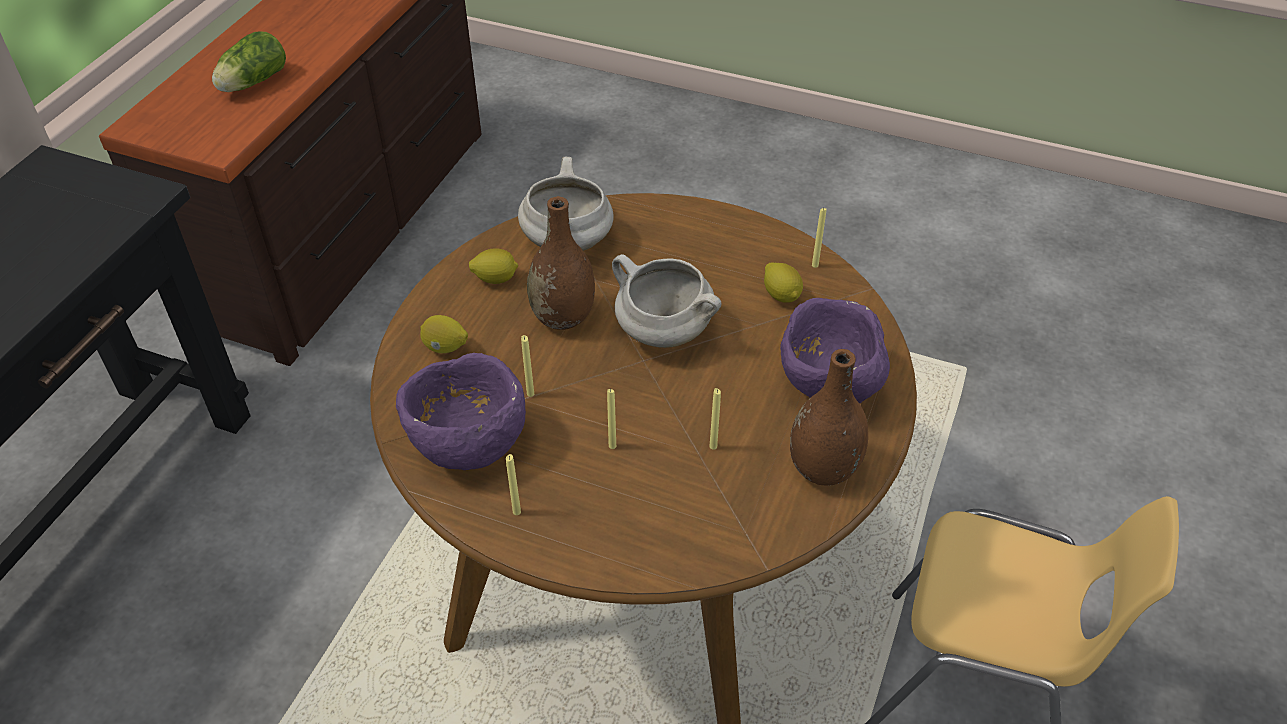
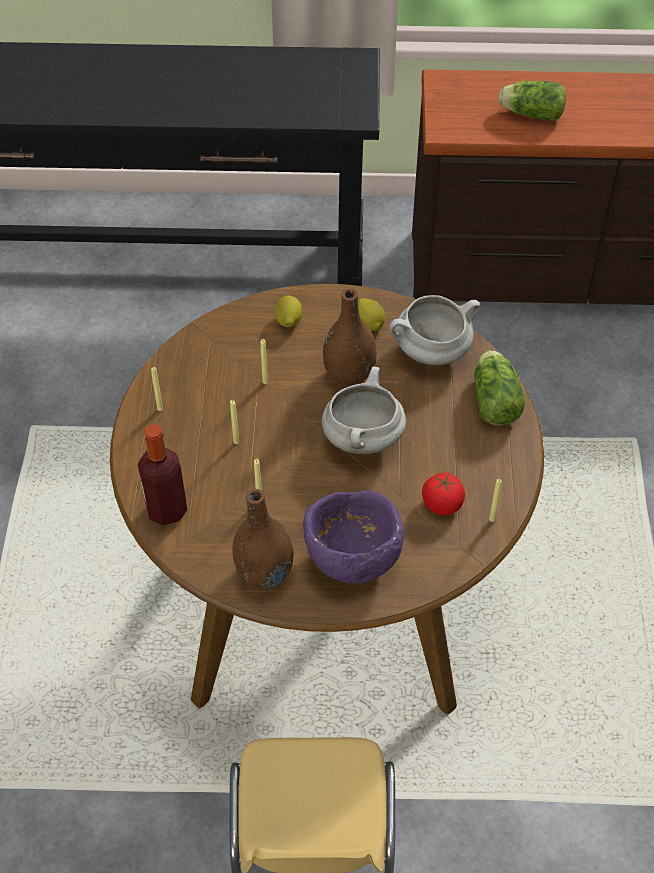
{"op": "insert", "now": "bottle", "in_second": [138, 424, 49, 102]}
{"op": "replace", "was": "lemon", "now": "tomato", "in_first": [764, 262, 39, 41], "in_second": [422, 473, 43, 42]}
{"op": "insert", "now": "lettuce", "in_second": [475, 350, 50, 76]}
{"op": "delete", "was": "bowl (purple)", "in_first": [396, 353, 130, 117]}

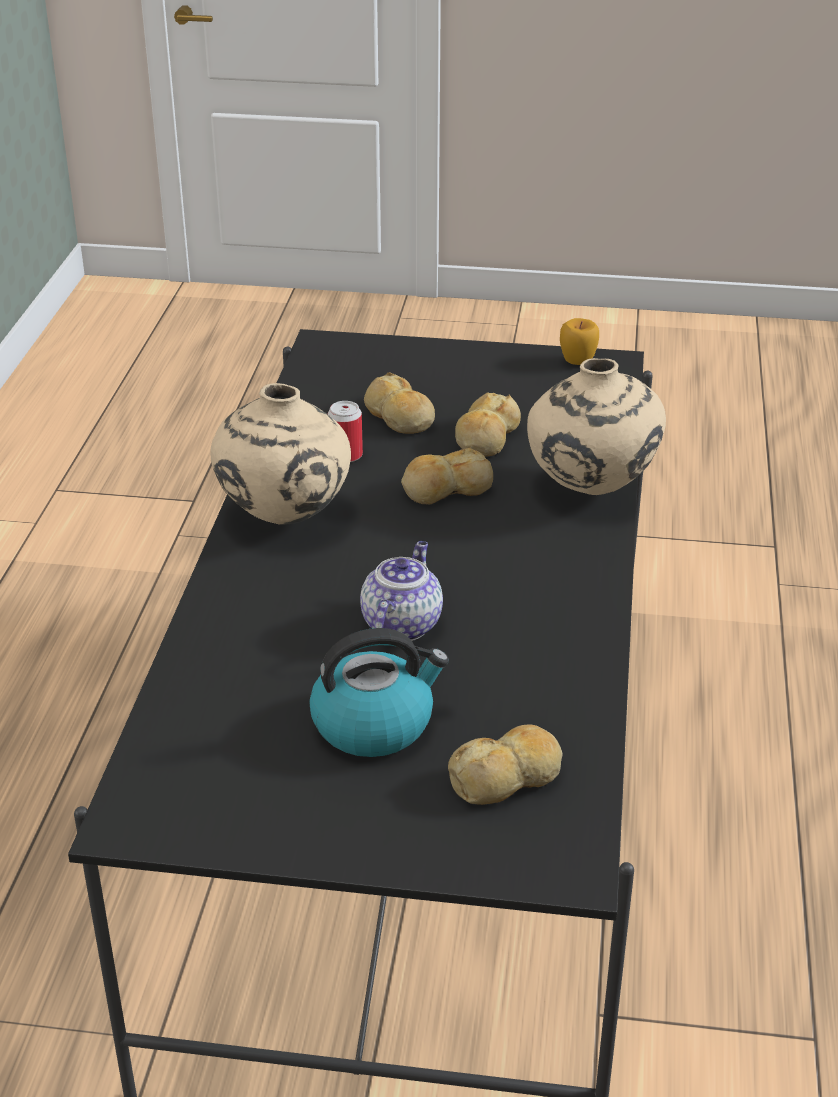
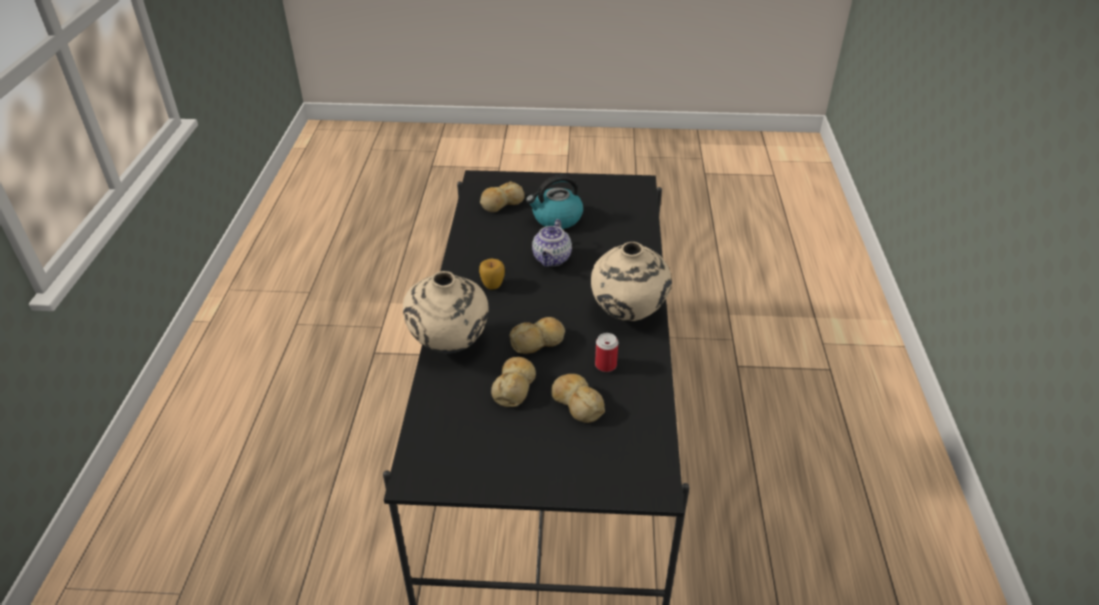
{"op": "move", "was": "apple", "in_first": [560, 318, 39, 47], "in_second": [479, 258, 26, 31]}

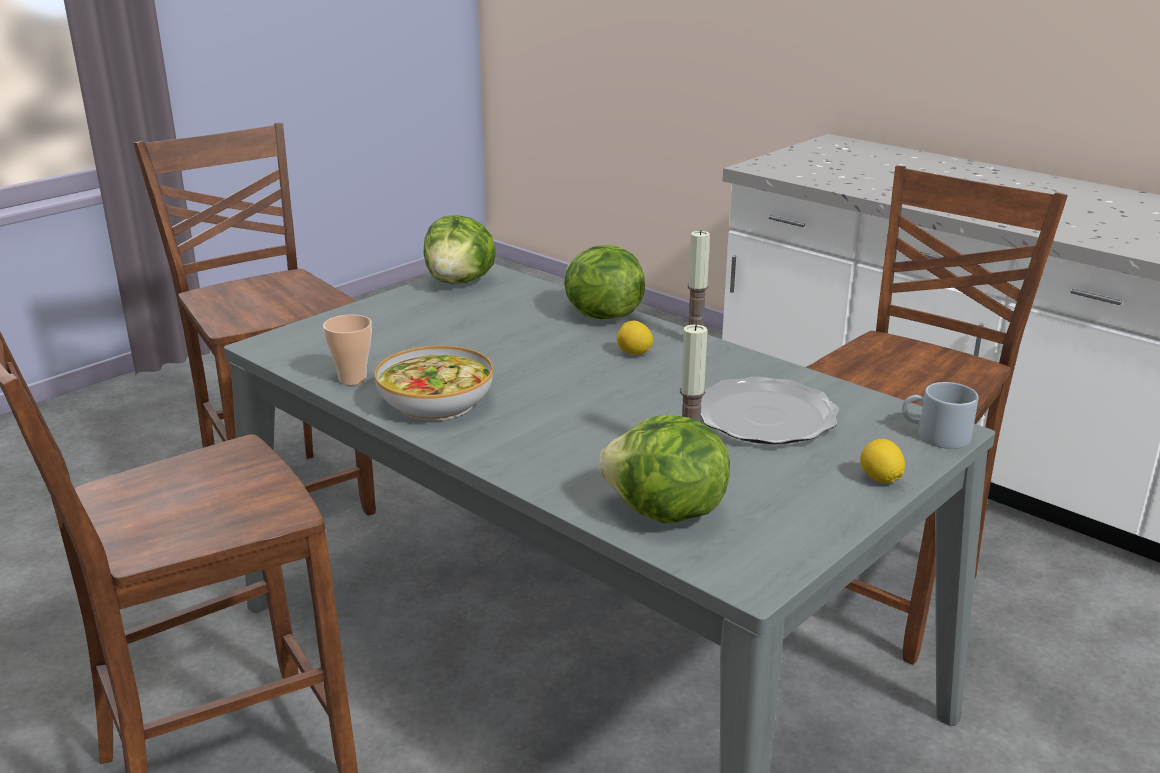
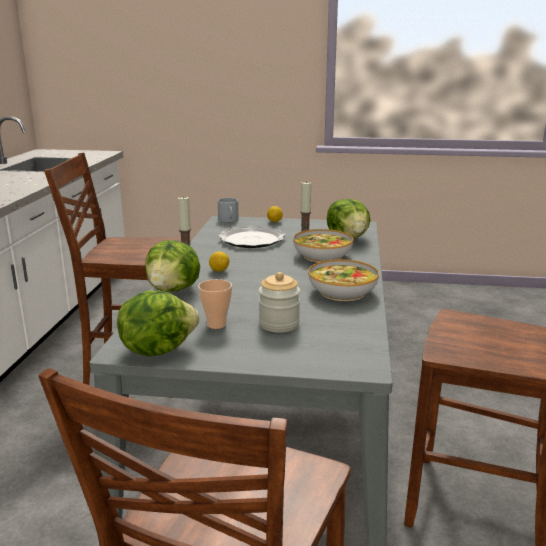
{"op": "move", "was": "cup", "in_first": [323, 315, 49, 70], "in_second": [198, 279, 34, 50]}
{"op": "insert", "now": "jar", "in_second": [259, 272, 41, 61]}
{"op": "insert", "now": "bowl", "in_second": [293, 229, 60, 33]}

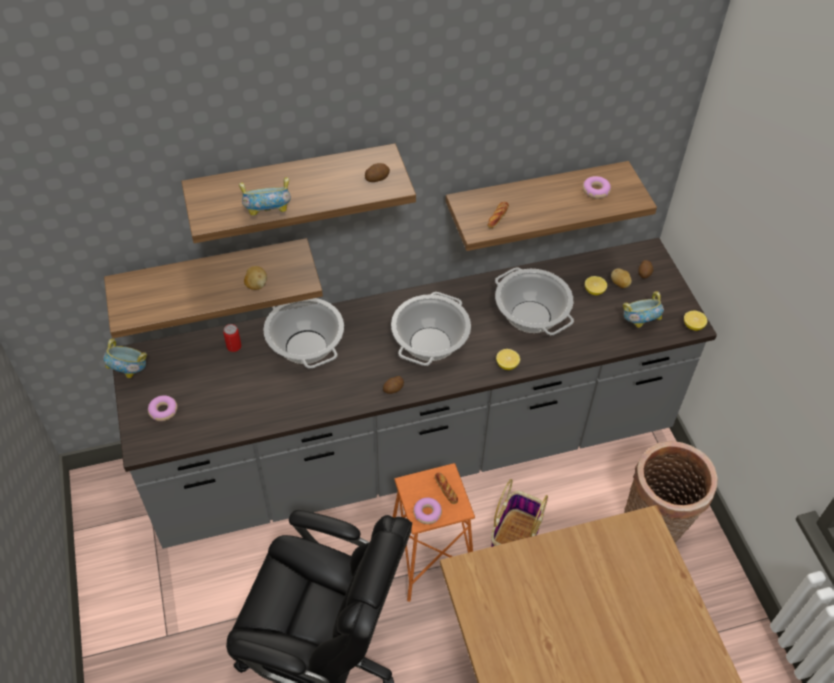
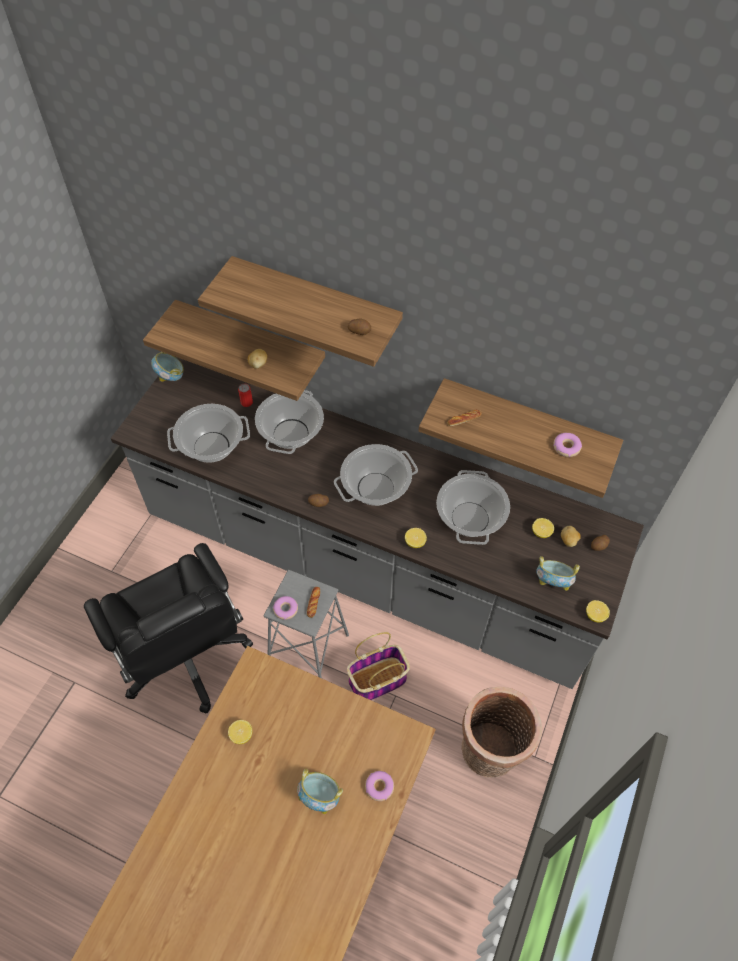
{"op": "insert", "now": "cooking pot", "in_second": [167, 404, 83, 59]}
{"op": "insert", "now": "lemon", "in_second": [228, 720, 24, 24]}
{"op": "recolor", "was": "stool (orange)", "now": "stool (grey)", "in_first": [393, 463, 82, 139], "in_second": [263, 570, 86, 108]}
{"op": "move", "was": "bowl", "in_first": [239, 177, 52, 39], "in_second": [297, 769, 46, 45]}
{"op": "move", "was": "donut", "in_first": [148, 395, 29, 26], "in_second": [365, 771, 29, 30]}

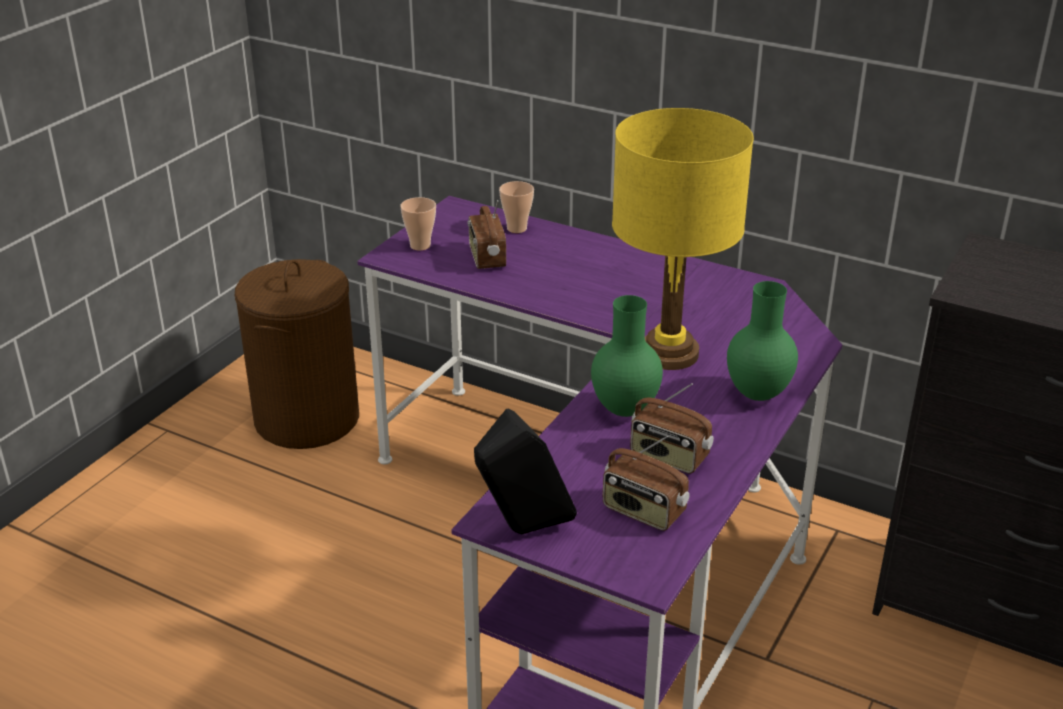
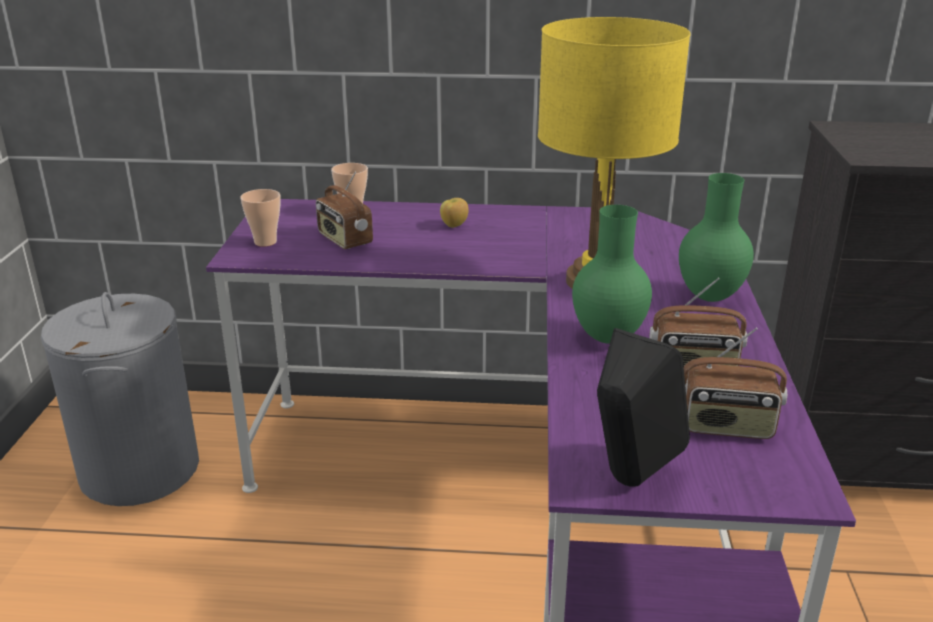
{"op": "recolor", "was": "laundry basket (brown)", "now": "laundry basket (grey)", "in_first": [235, 259, 124, 190], "in_second": [41, 292, 158, 214]}
{"op": "insert", "now": "apple", "in_second": [440, 198, 29, 30]}

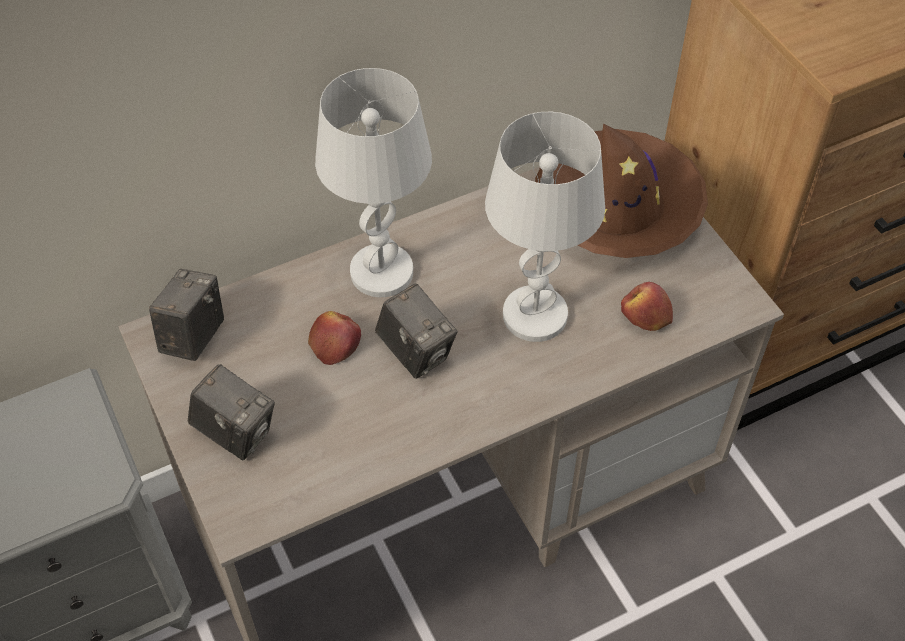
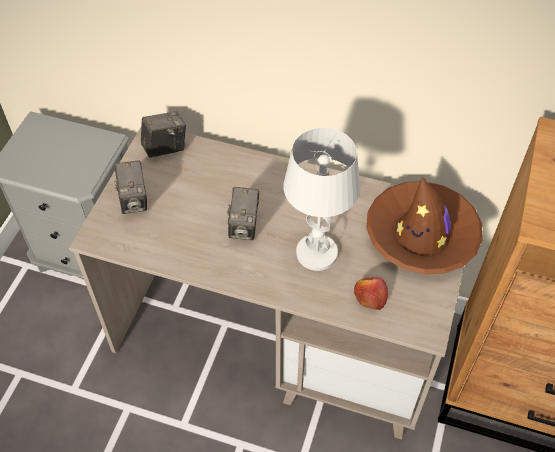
{"op": "delete", "was": "apple", "in_first": [308, 311, 53, 54]}
{"op": "delete", "was": "table lamp (white)", "in_first": [315, 68, 117, 229]}

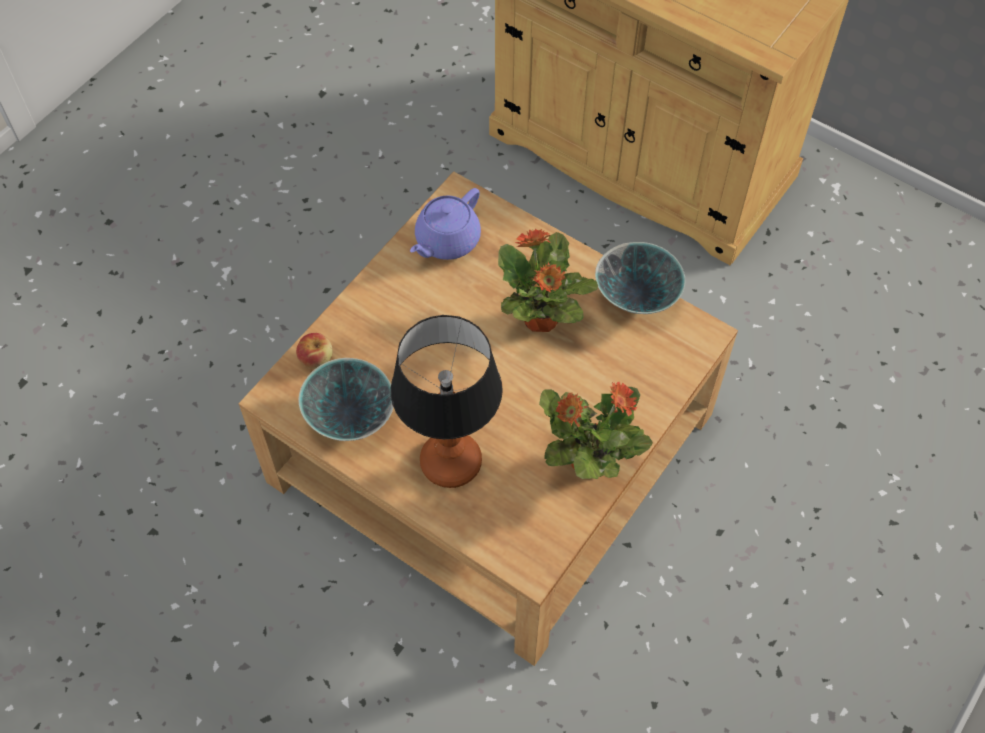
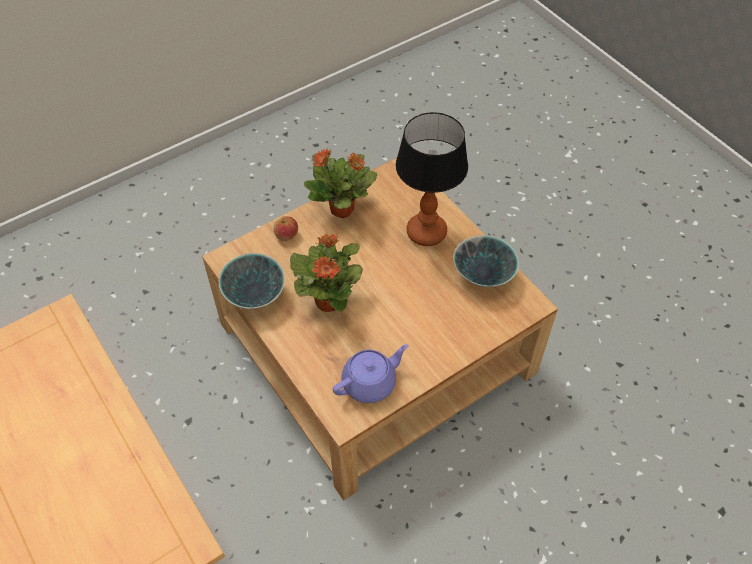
{"op": "move", "was": "apple", "in_first": [296, 333, 37, 36], "in_second": [273, 216, 25, 25]}

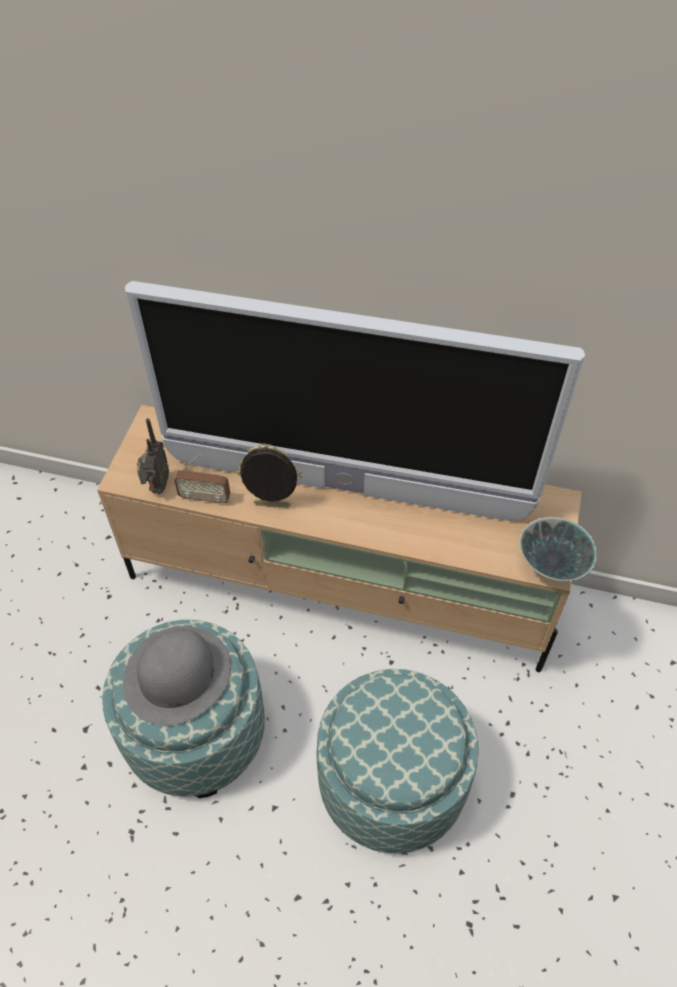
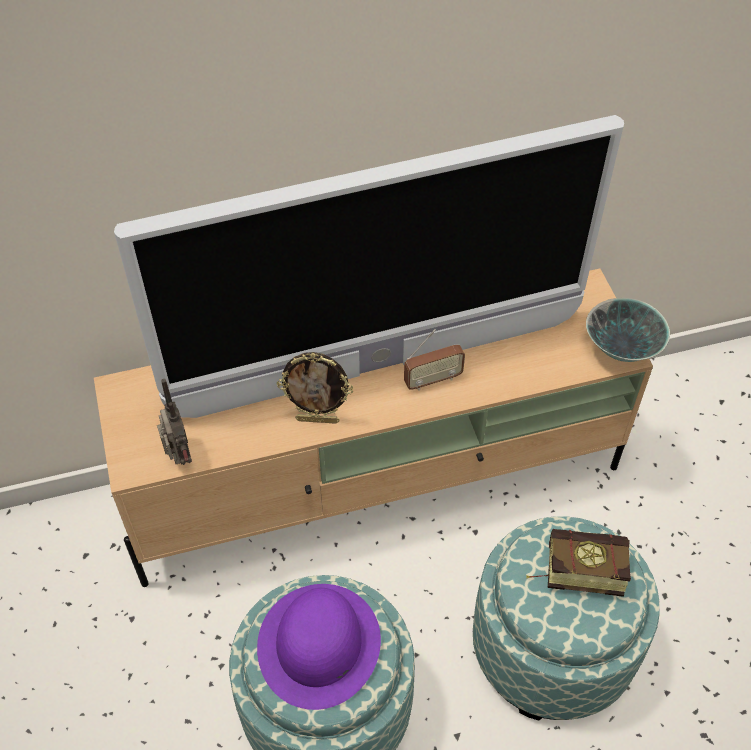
{"op": "recolor", "was": "hat (grey)", "now": "hat (purple)", "in_first": [123, 626, 108, 100], "in_second": [257, 584, 124, 126]}
{"op": "rotate", "was": "picture frame", "in_first": [237, 443, 65, 64], "in_second": [277, 352, 77, 72], "clockwise": -150}
{"op": "move", "was": "radio", "in_first": [174, 454, 56, 51], "in_second": [404, 329, 61, 62]}
{"op": "insert", "now": "book", "in_second": [526, 529, 105, 68]}

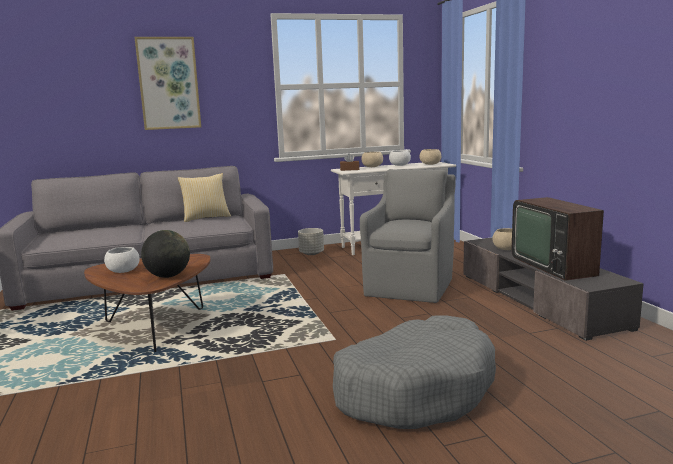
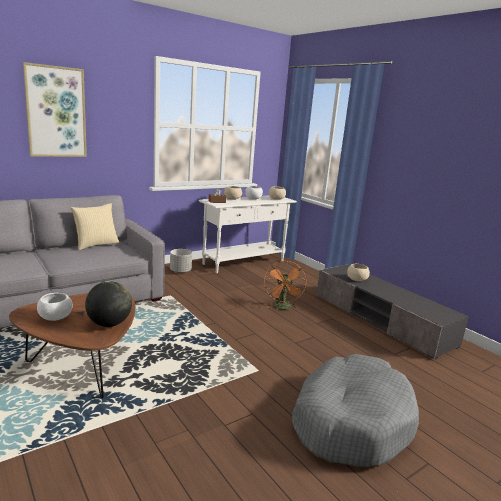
{"op": "replace", "was": "armchair (grey)", "now": "fan (orange)", "in_first": [360, 169, 95, 134], "in_second": [264, 261, 42, 49]}
{"op": "delete", "was": "television", "in_first": [511, 197, 93, 84]}

